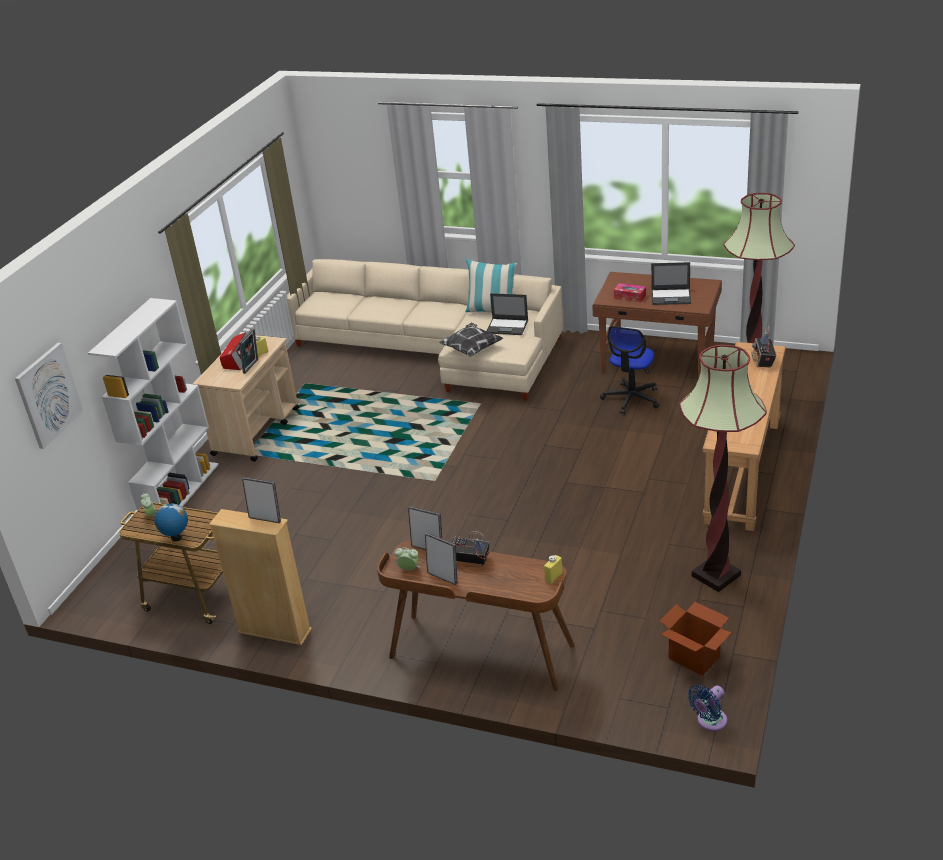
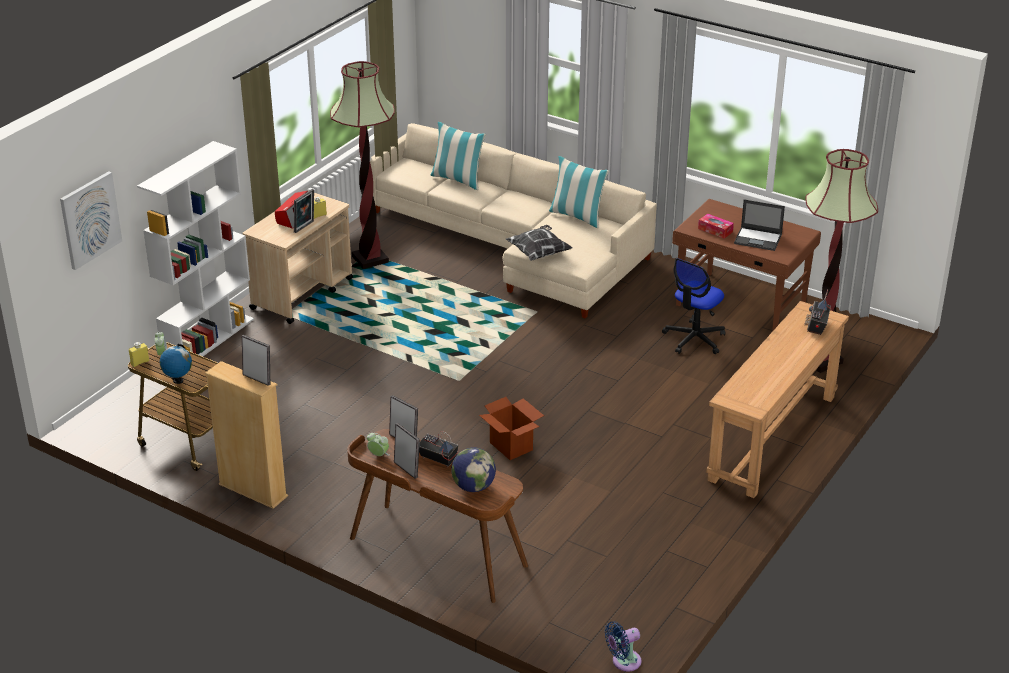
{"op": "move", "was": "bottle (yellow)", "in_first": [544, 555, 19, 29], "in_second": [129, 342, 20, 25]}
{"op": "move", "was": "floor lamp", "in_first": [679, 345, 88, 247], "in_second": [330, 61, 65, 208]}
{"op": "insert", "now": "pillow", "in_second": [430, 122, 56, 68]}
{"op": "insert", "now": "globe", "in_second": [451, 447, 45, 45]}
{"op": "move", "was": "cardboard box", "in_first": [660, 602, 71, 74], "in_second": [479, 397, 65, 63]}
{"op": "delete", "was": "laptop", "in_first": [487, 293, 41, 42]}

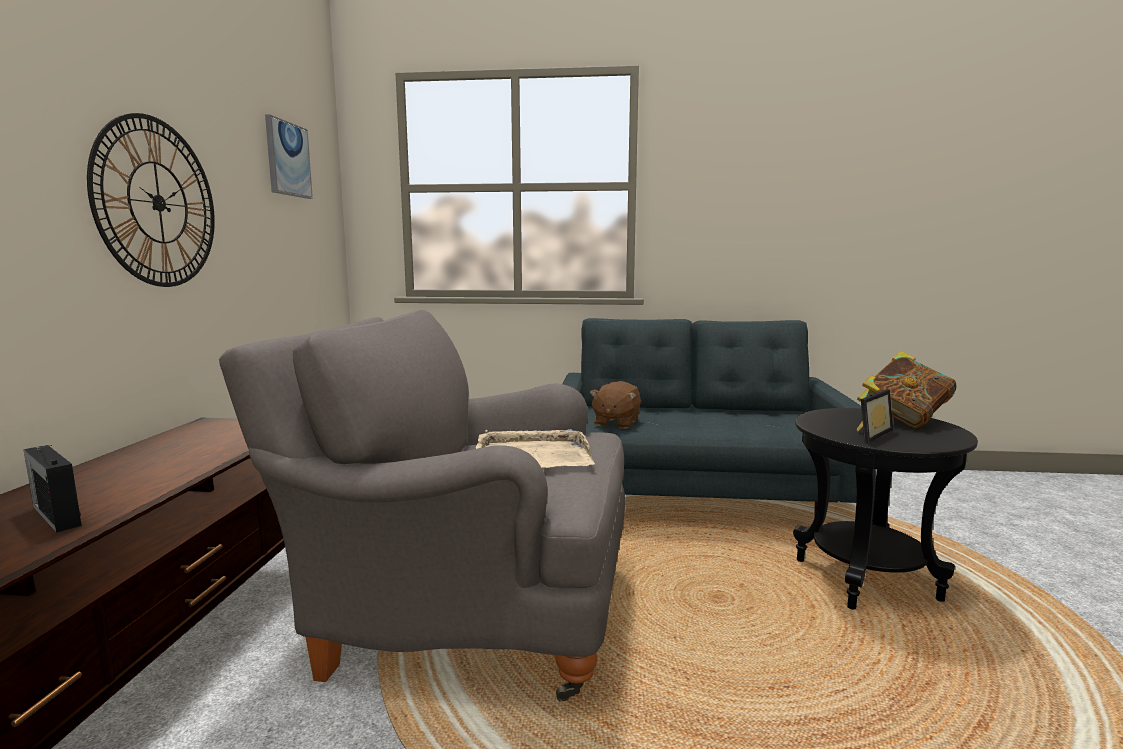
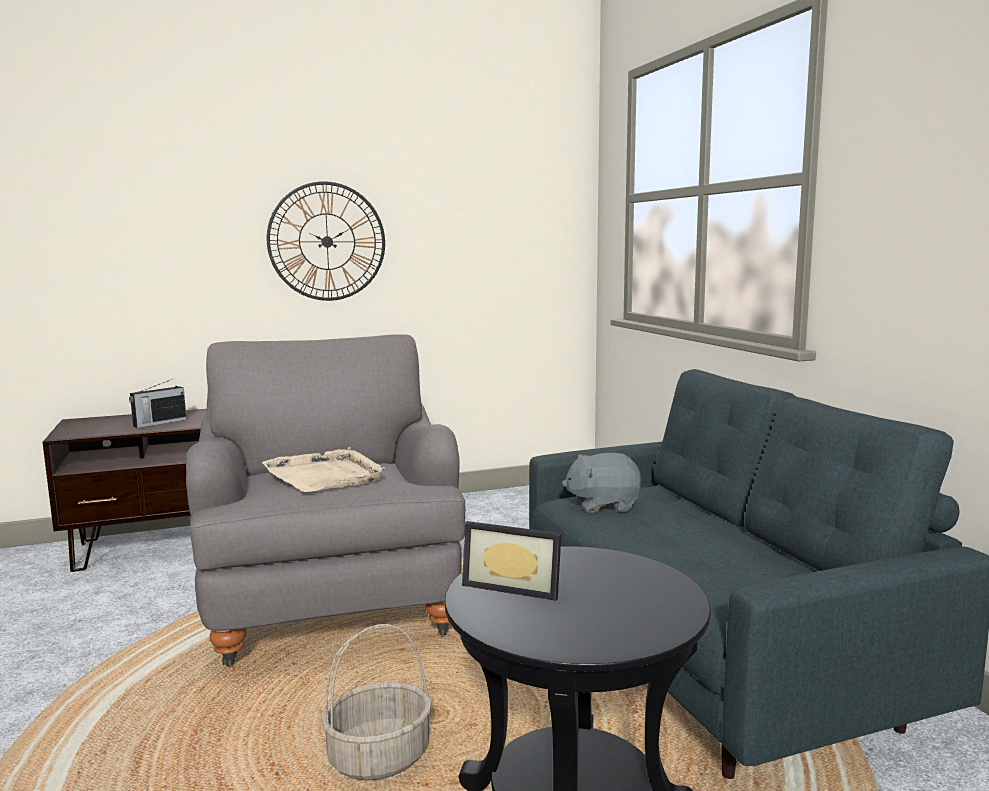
{"op": "rotate", "was": "radio", "in_first": [23, 445, 59, 88], "in_second": [129, 379, 58, 49], "clockwise": -150}
{"op": "insert", "now": "basket", "in_second": [321, 624, 111, 157]}
{"op": "recolor", "was": "plush toy (brown)", "now": "plush toy (grey)", "in_first": [590, 381, 51, 48], "in_second": [562, 453, 80, 59]}
{"op": "delete", "was": "picture", "in_first": [265, 114, 48, 85]}
{"op": "delete", "was": "book", "in_first": [857, 351, 100, 77]}

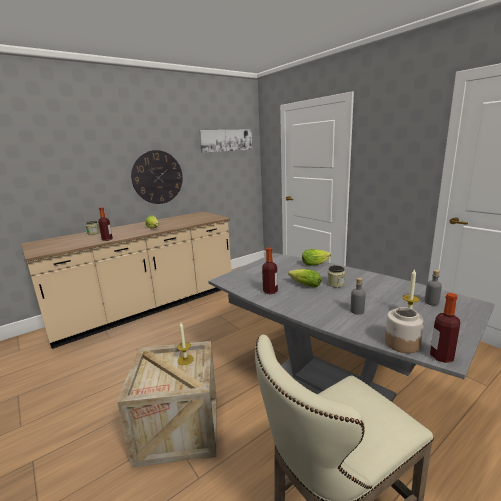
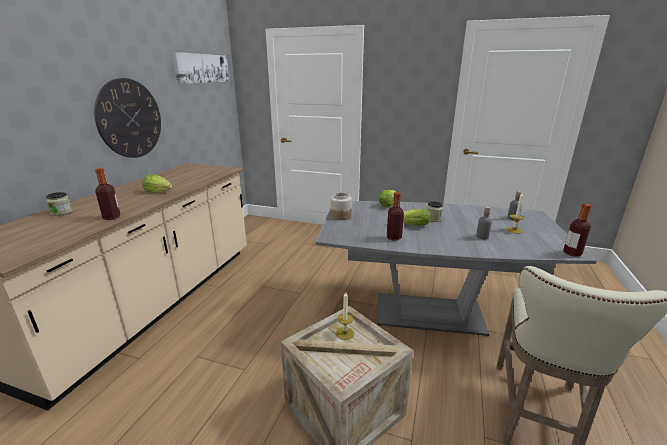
{"op": "move", "was": "jar", "in_first": [385, 307, 39, 46], "in_second": [330, 193, 22, 27]}

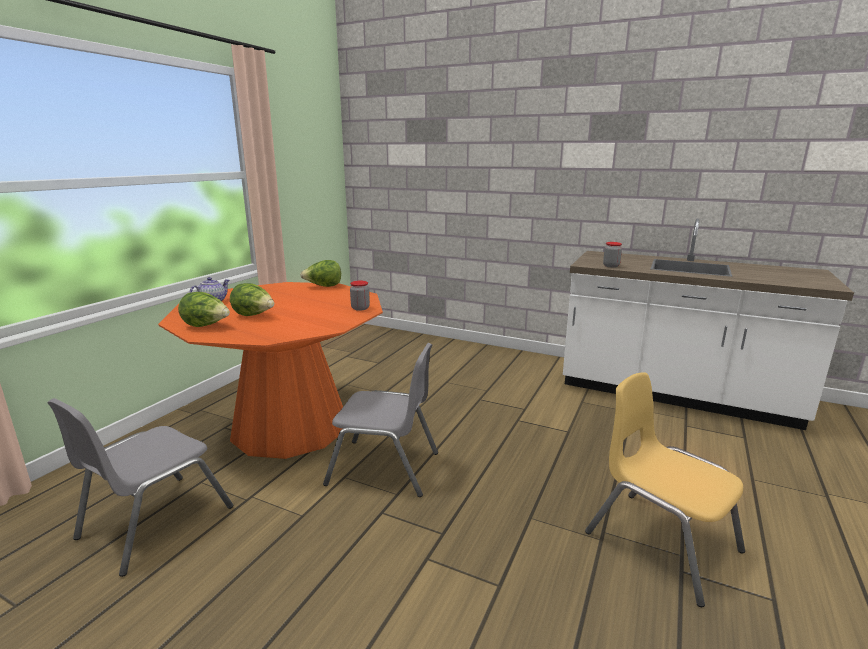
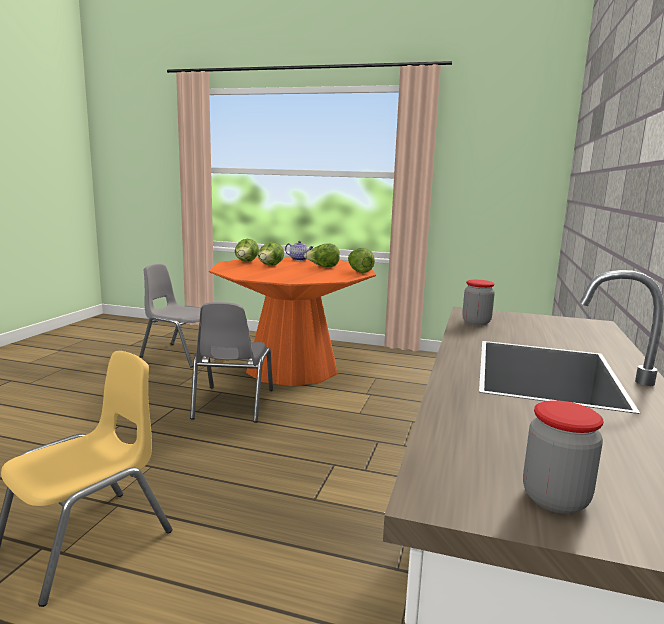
{"op": "insert", "now": "lettuce", "in_second": [304, 243, 36, 24]}
{"op": "move", "was": "jar", "in_first": [350, 281, 20, 30], "in_second": [523, 400, 81, 114]}

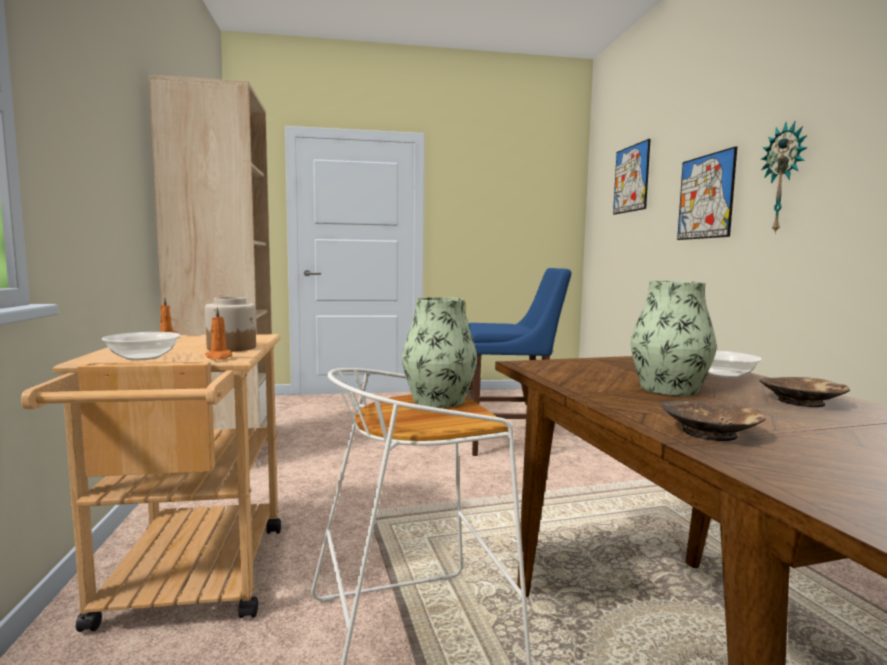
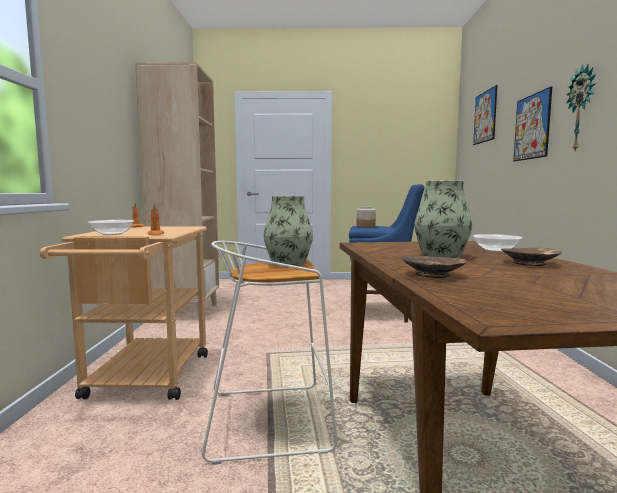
{"op": "move", "was": "jar", "in_first": [205, 297, 51, 55], "in_second": [356, 206, 20, 22]}

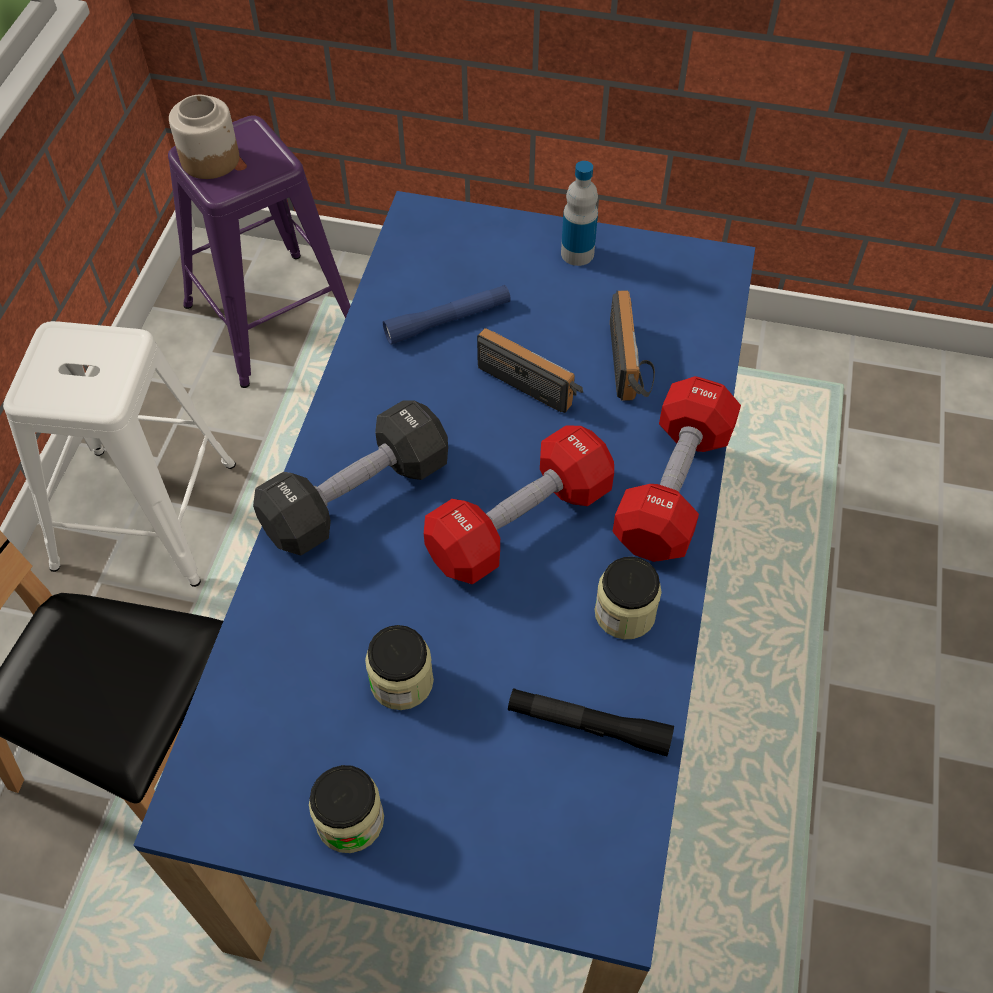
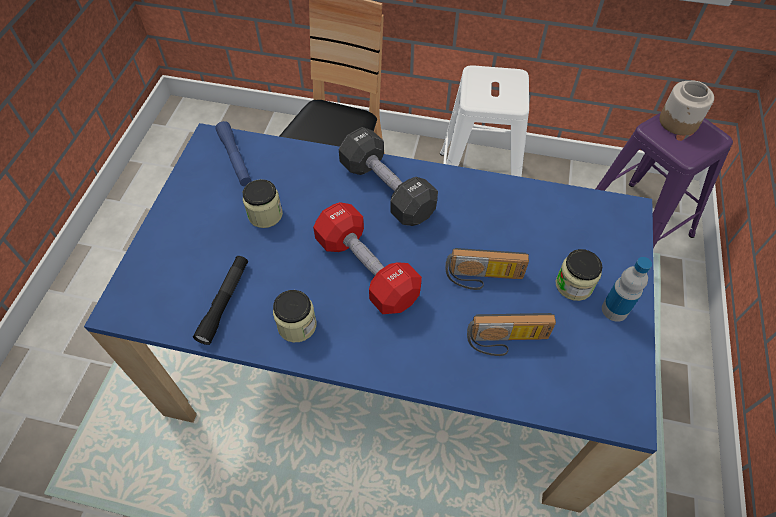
{"op": "move", "was": "flashlight (blue)", "in_first": [383, 285, 128, 60], "in_second": [215, 121, 37, 65]}
{"op": "rotate", "was": "radio", "in_first": [477, 328, 106, 85], "in_second": [445, 248, 84, 42], "clockwise": 60}
{"op": "move", "was": "jar", "in_first": [309, 765, 75, 88], "in_second": [556, 249, 47, 52]}
{"op": "delete", "was": "dumbbell (red)", "in_first": [613, 376, 128, 186]}

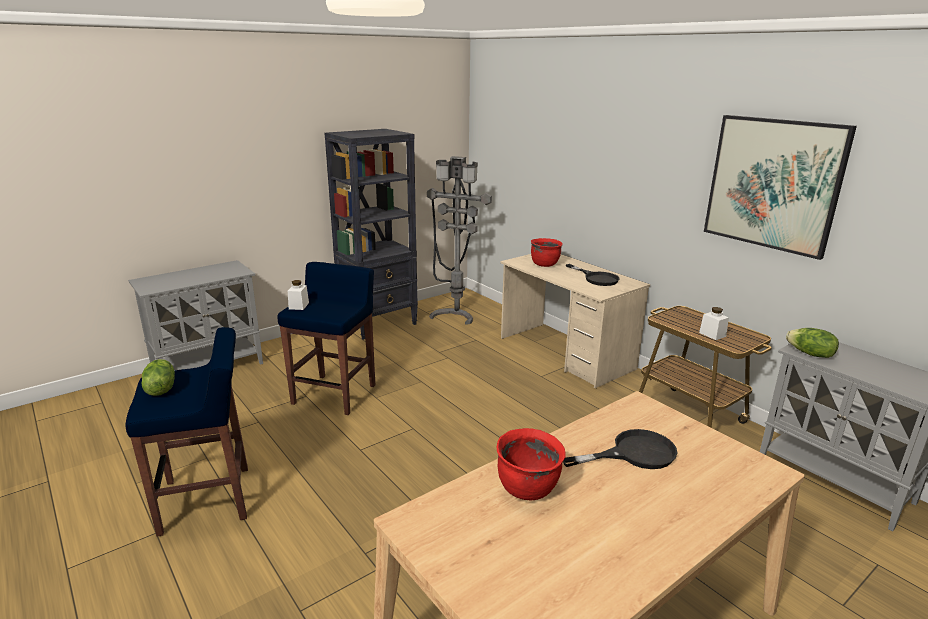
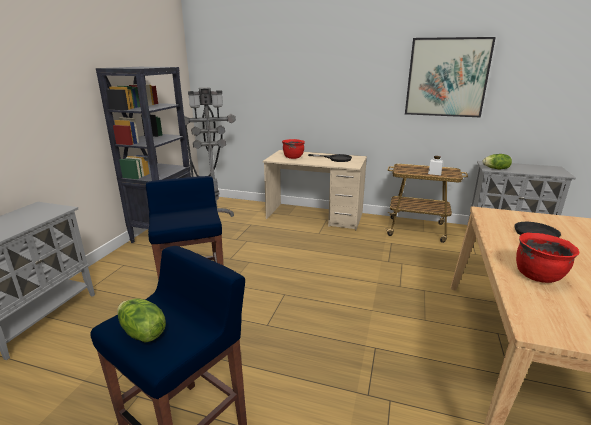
{"op": "delete", "was": "jar (white)", "in_first": [288, 280, 21, 30]}

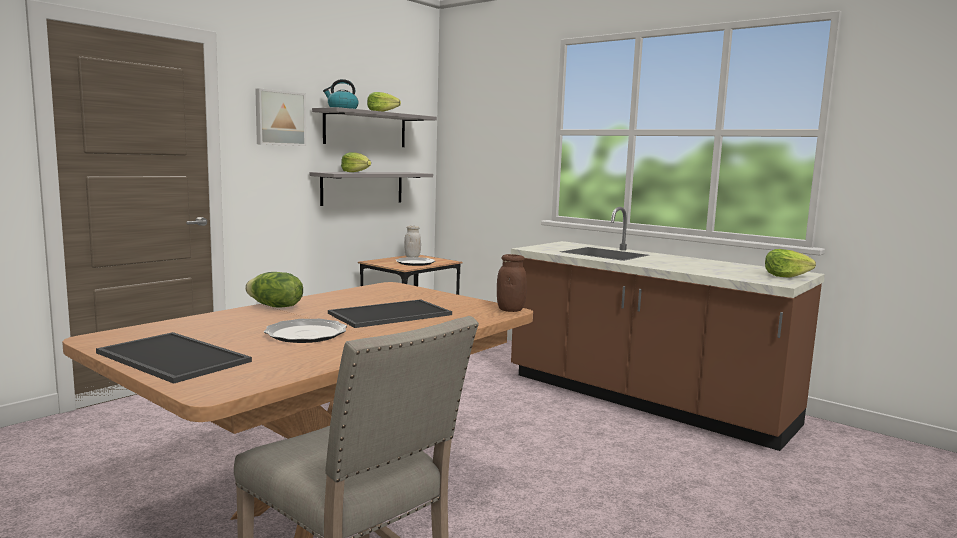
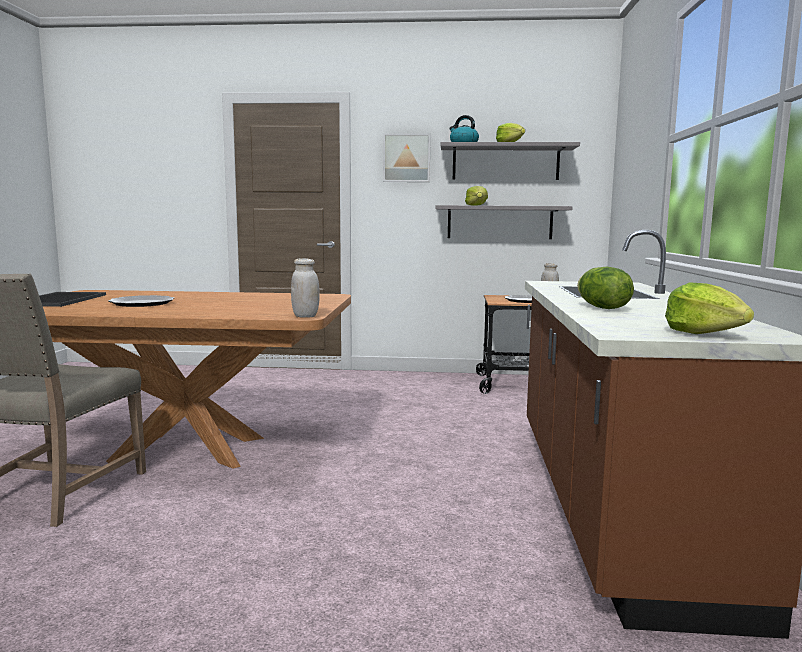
{"op": "recolor", "was": "jar (brown)", "now": "jar (white)", "in_first": [497, 254, 30, 58], "in_second": [291, 258, 29, 60]}
{"op": "move", "was": "lettuce", "in_first": [245, 272, 58, 36], "in_second": [577, 267, 57, 42]}
{"op": "delete", "was": "tray", "in_first": [328, 299, 124, 29]}

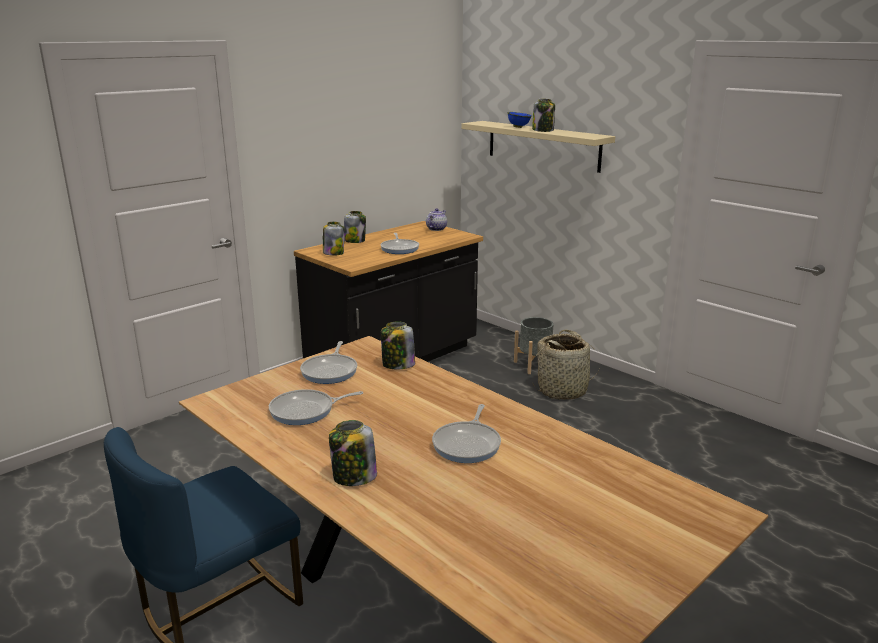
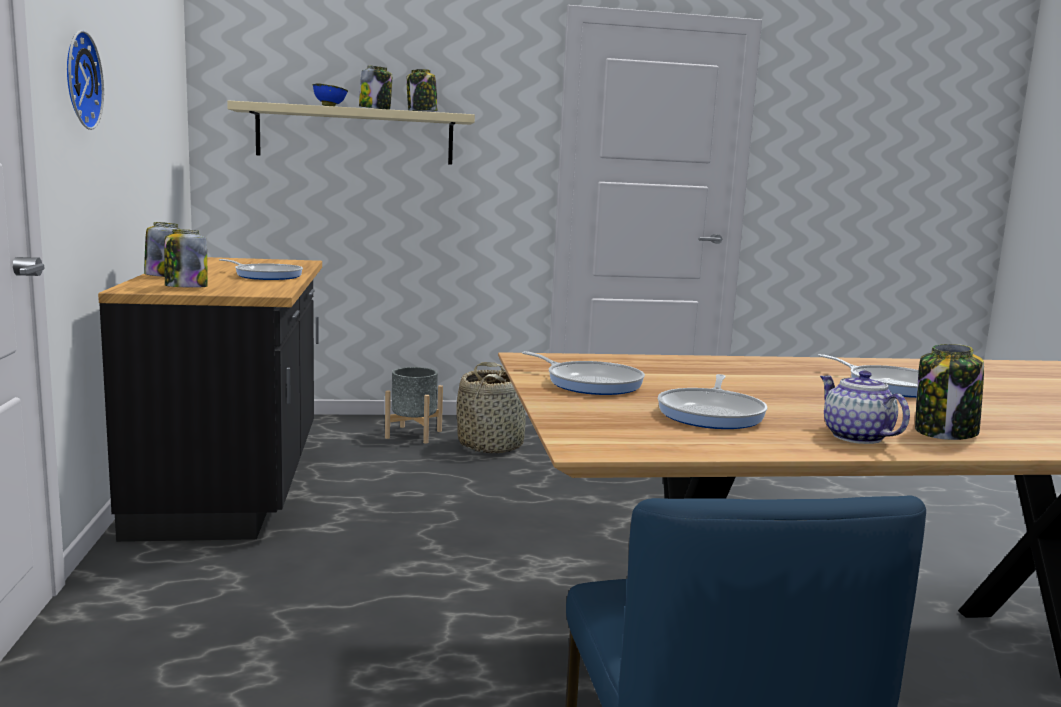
{"op": "insert", "now": "wall clock", "in_second": [67, 30, 37, 100]}
{"op": "move", "was": "jar", "in_first": [381, 322, 34, 47], "in_second": [406, 69, 32, 43]}
{"op": "move", "was": "teapot", "in_first": [426, 208, 21, 23], "in_second": [820, 370, 90, 74]}

